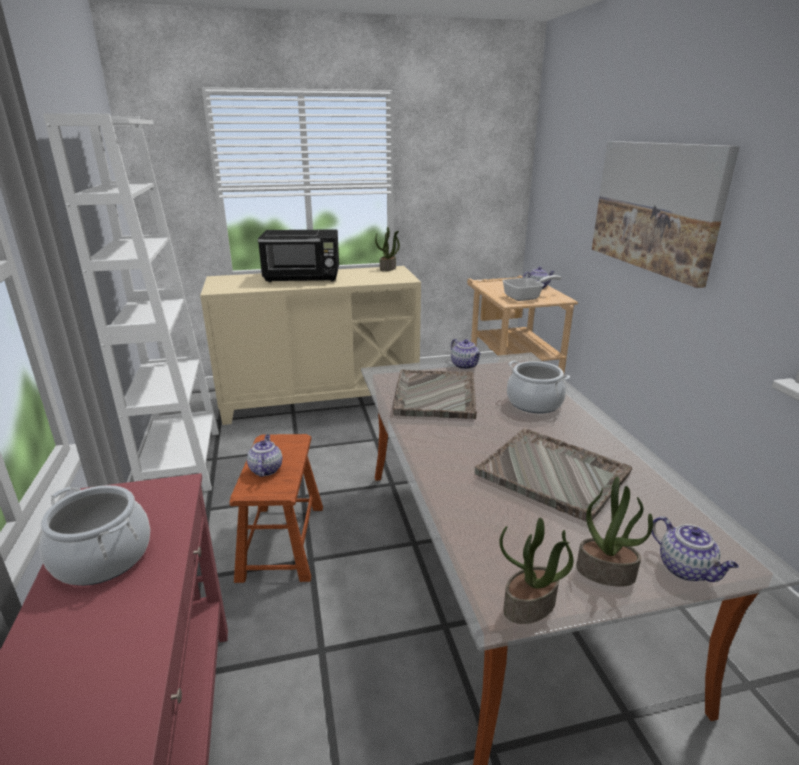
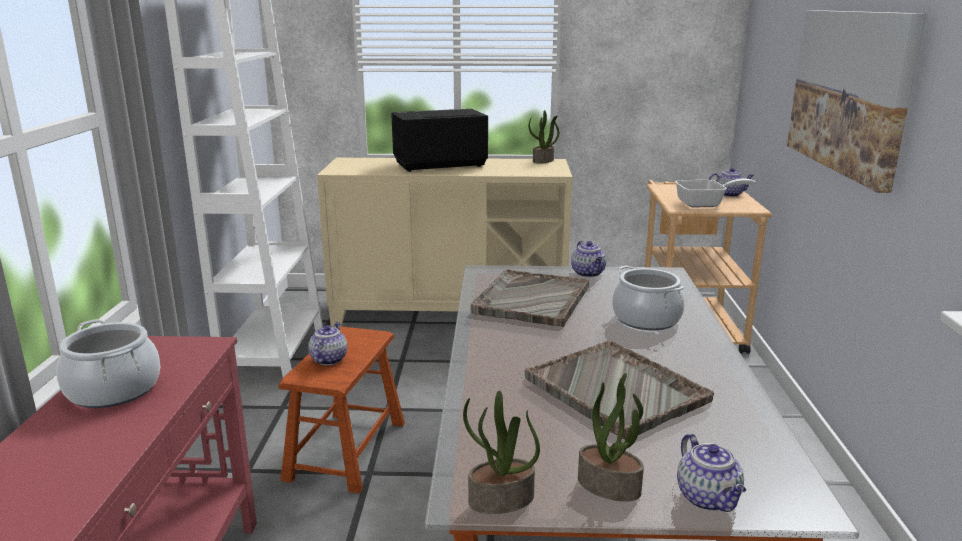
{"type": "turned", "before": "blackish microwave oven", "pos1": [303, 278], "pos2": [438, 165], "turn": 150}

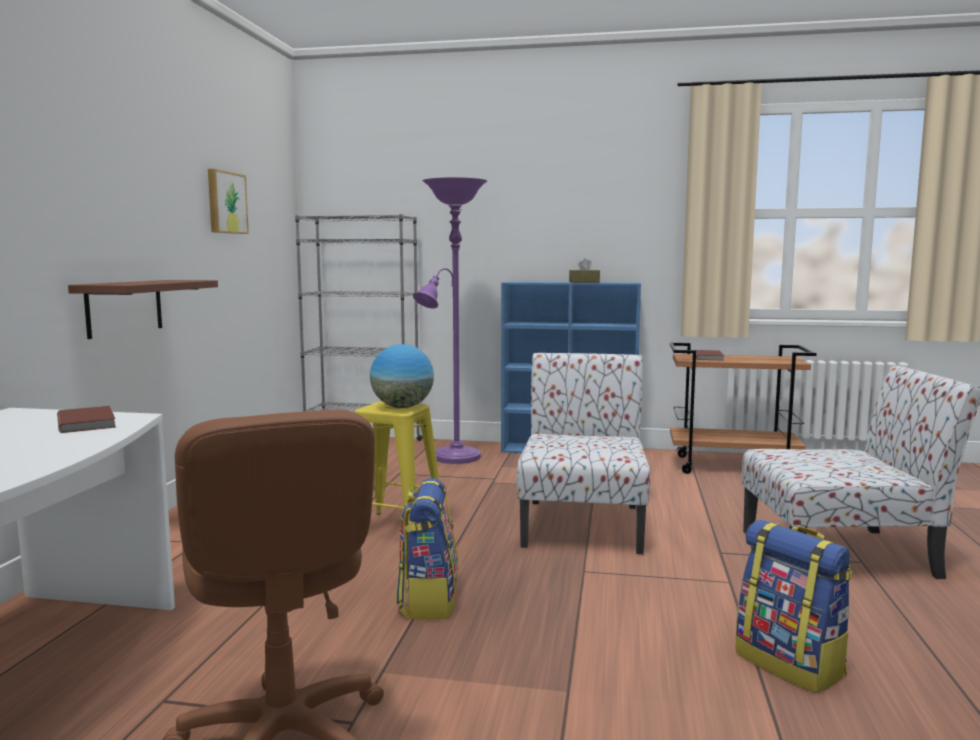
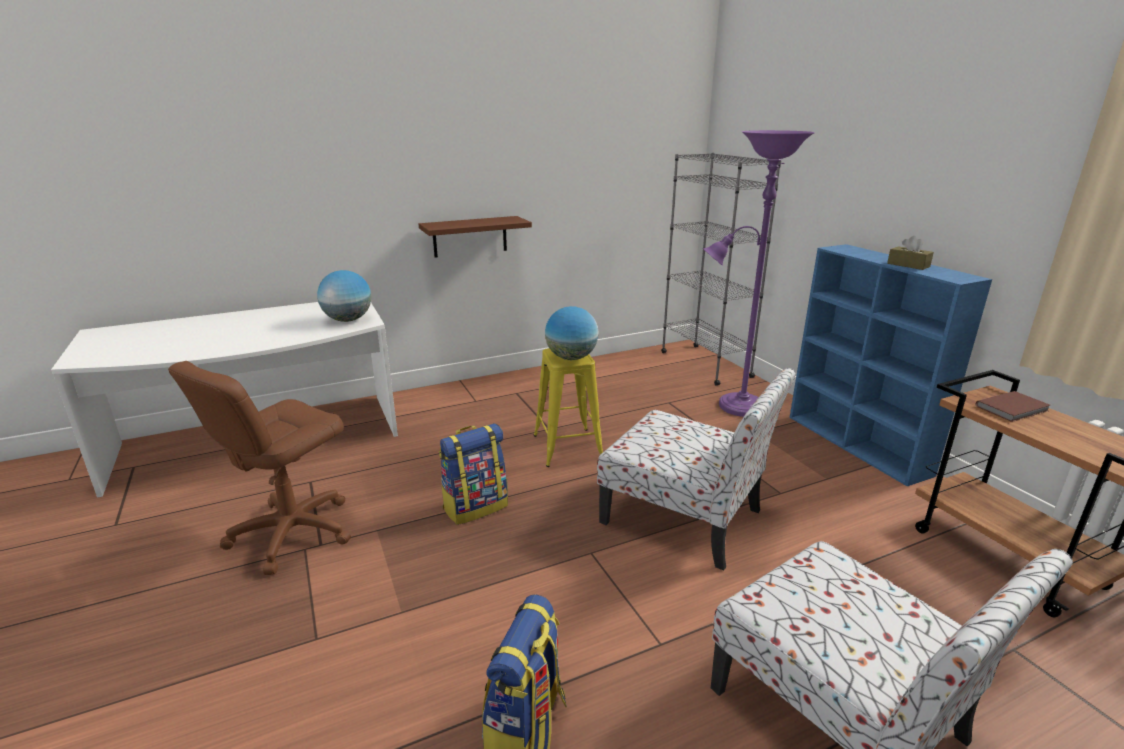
{"type": "removed", "before": "picture", "pos1": [225, 202]}
{"type": "turned", "before": "chair", "pos1": [582, 524], "pos2": [685, 518], "turn": 60}
{"type": "replaced", "before": "brownish volume", "after": "desk globe", "pos1": [88, 422], "pos2": [348, 320]}

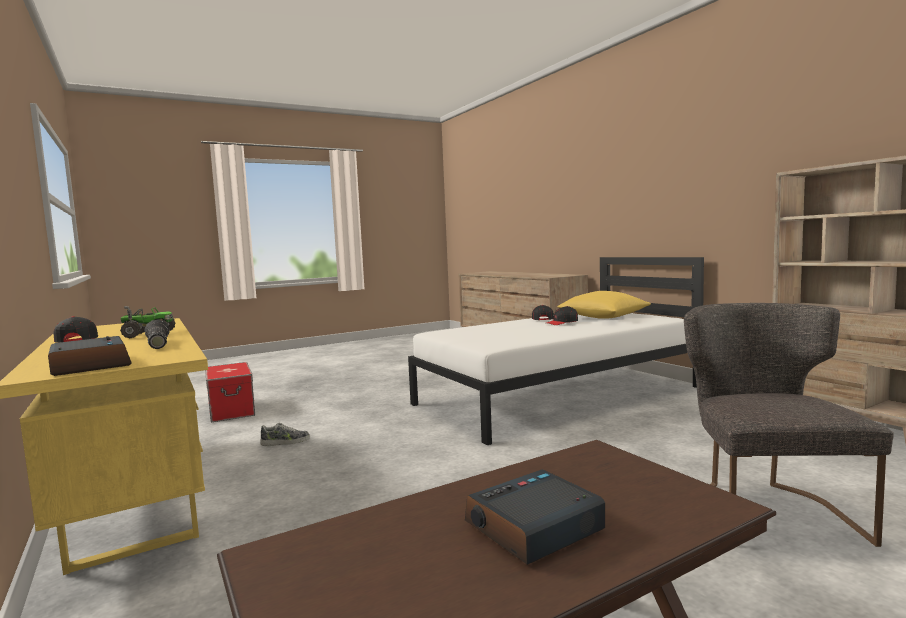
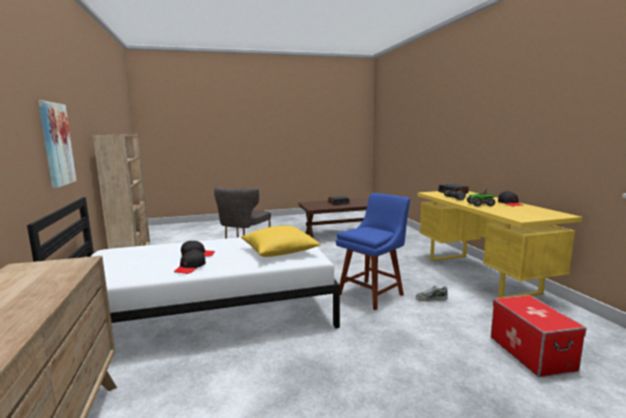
{"type": "moved", "before": "yellow throw pillow", "pos1": [603, 317], "pos2": [279, 252]}
{"type": "added", "after": "picture", "pos2": [56, 144]}
{"type": "added", "after": "blue chair", "pos2": [372, 293]}

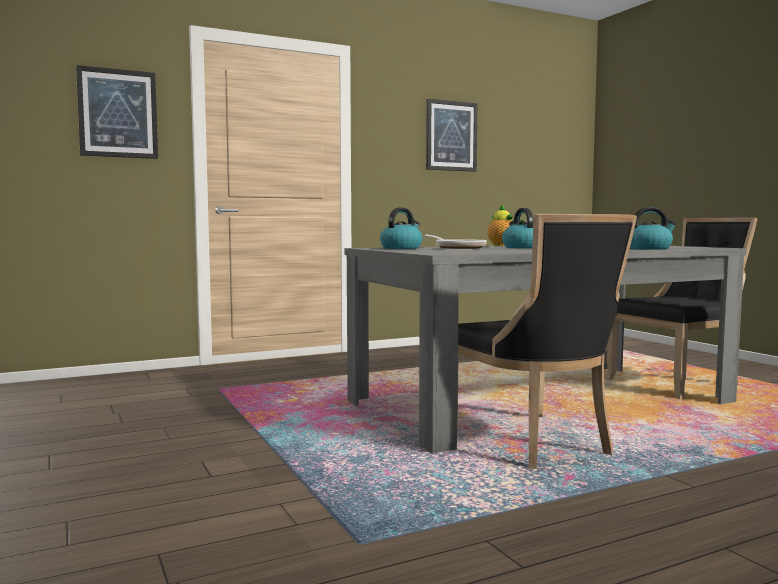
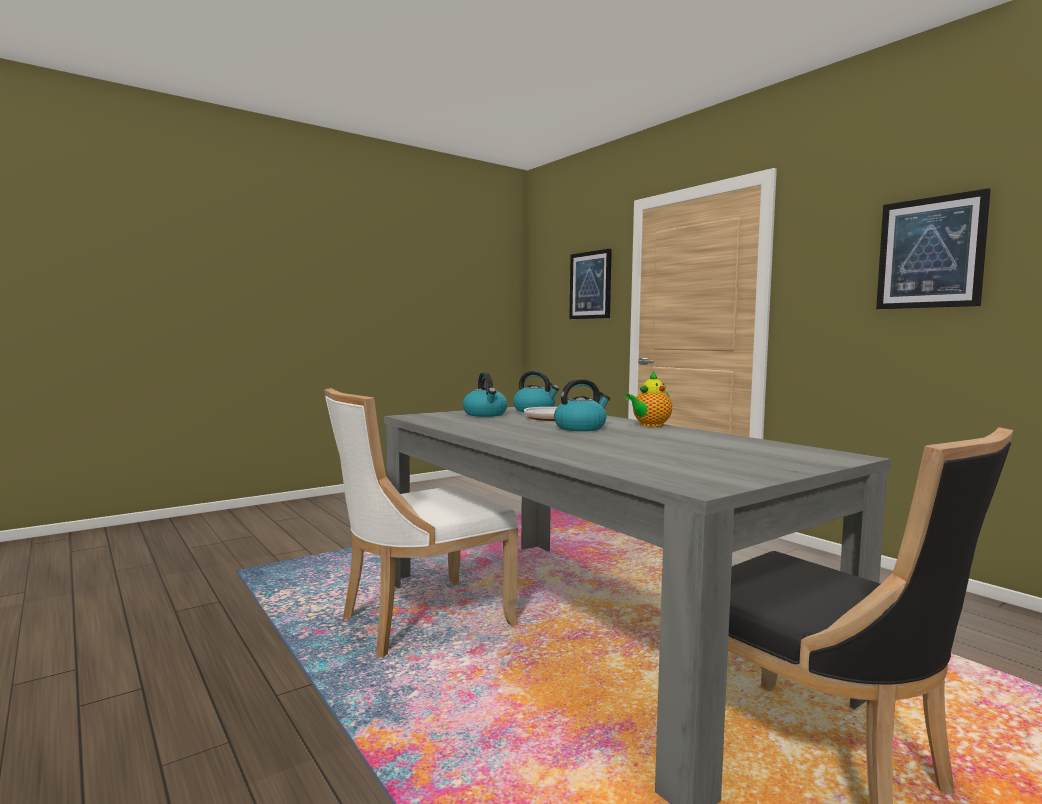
{"type": "moved", "before": "kettle", "pos1": [649, 248], "pos2": [485, 414]}
{"type": "recoloured", "before": "blackish chair", "after": "whitish chair", "pos1": [533, 443], "pos2": [419, 620]}

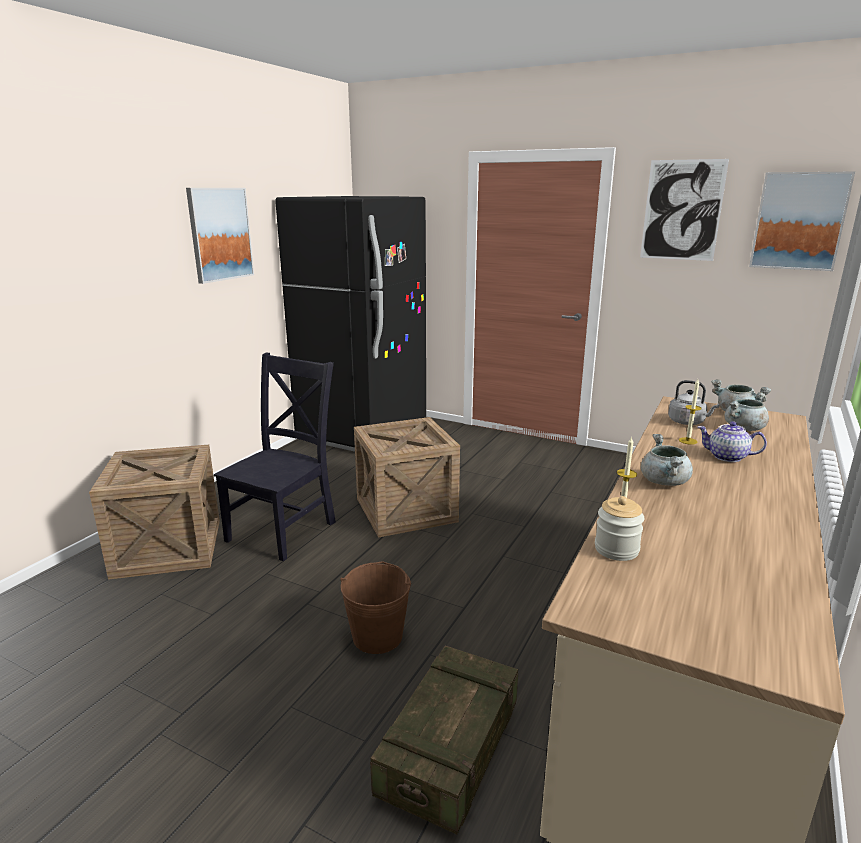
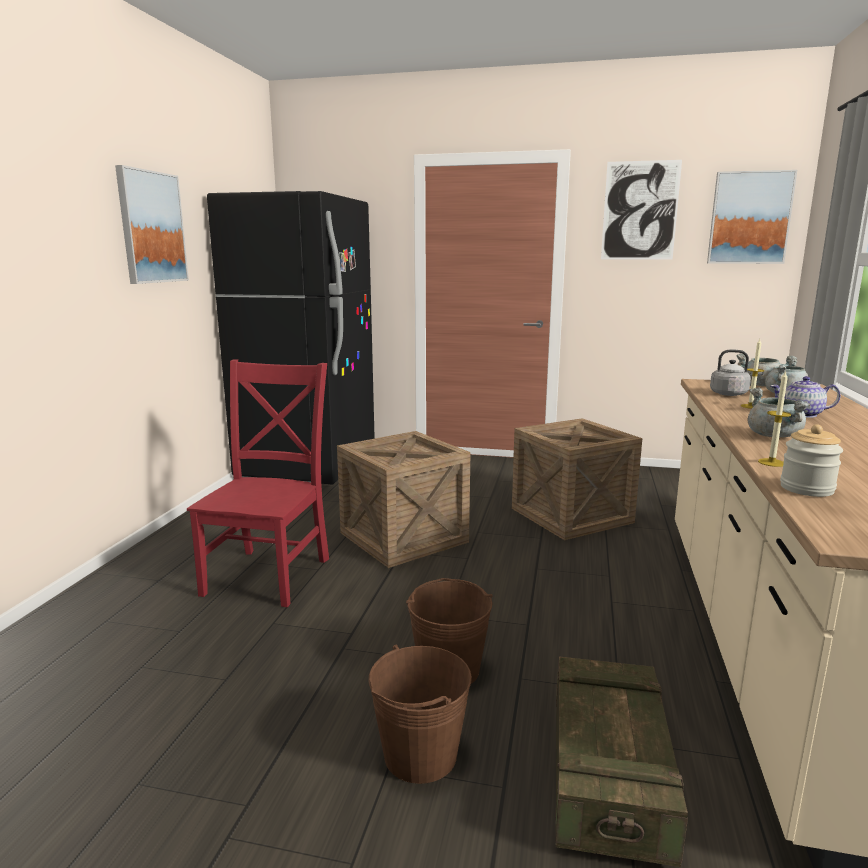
{"type": "recoloured", "before": "blackish chair", "after": "red chair", "pos1": [285, 529], "pos2": [270, 573]}
{"type": "moved", "before": "crate", "pos1": [168, 547], "pos2": [571, 515]}
{"type": "added", "after": "brownish water bucket", "pos2": [420, 755]}

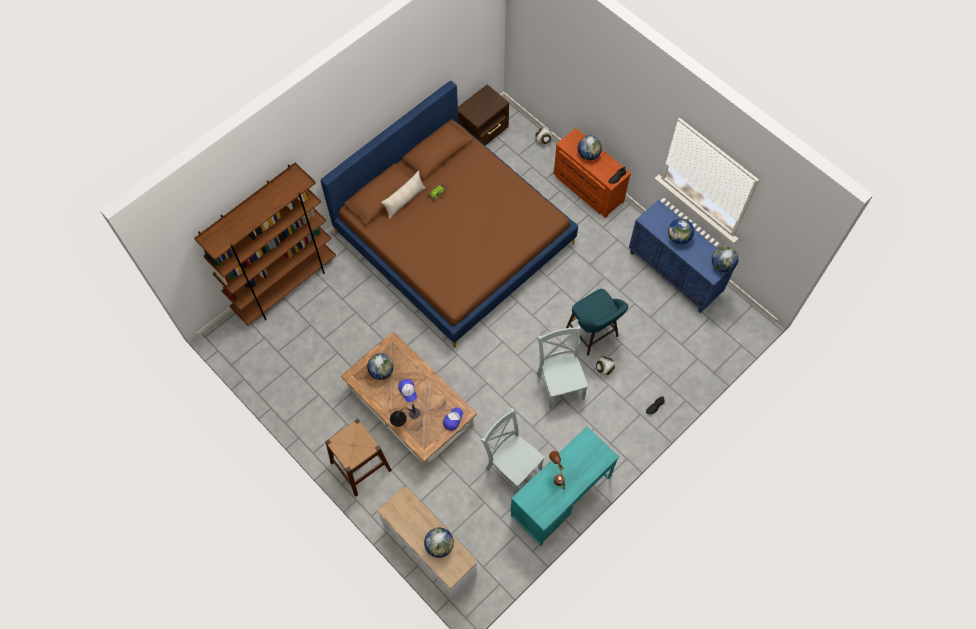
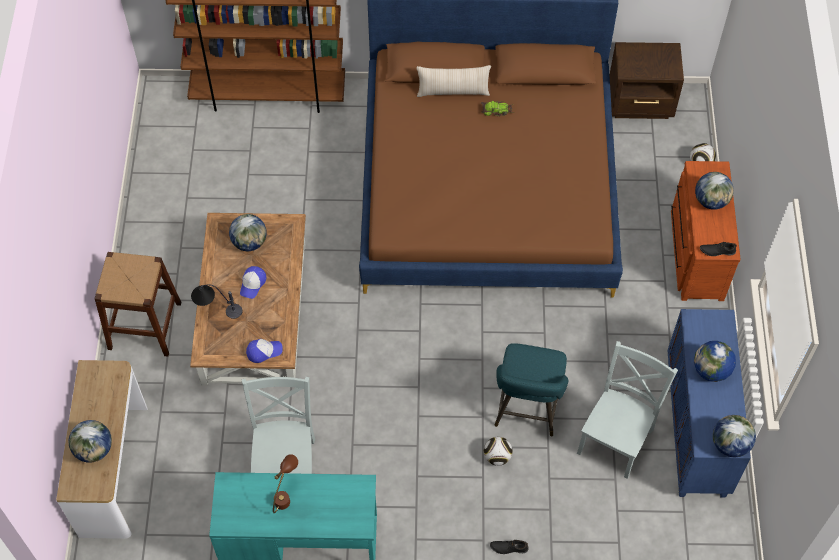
{"type": "moved", "before": "gray chair", "pos1": [560, 383], "pos2": [617, 438]}

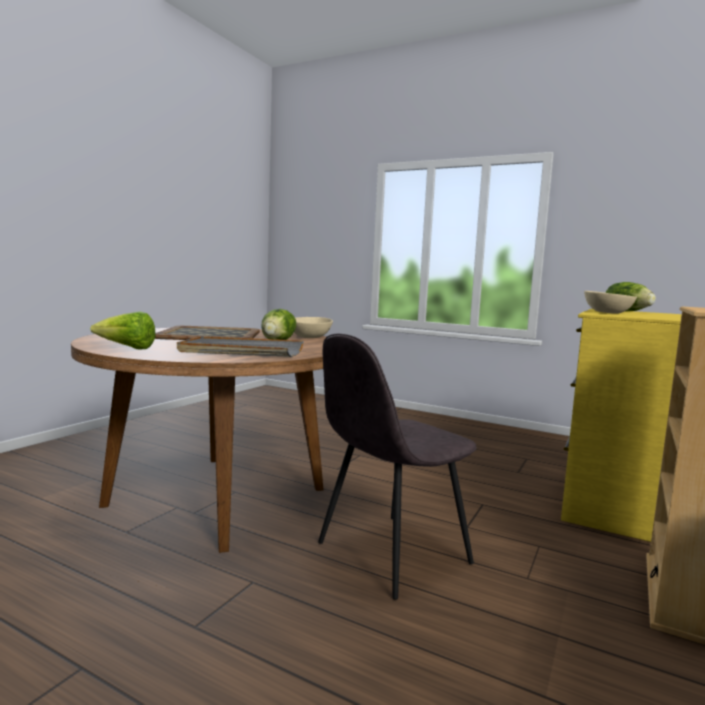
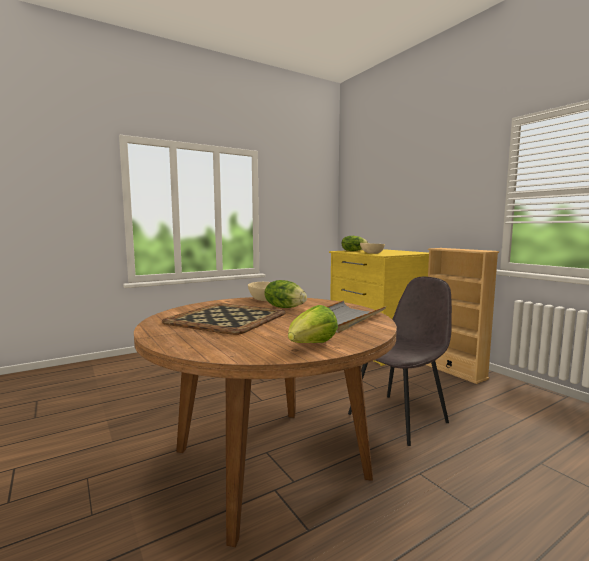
{"type": "turned", "before": "gray chair", "pos1": [390, 554], "pos2": [399, 417], "turn": -120}

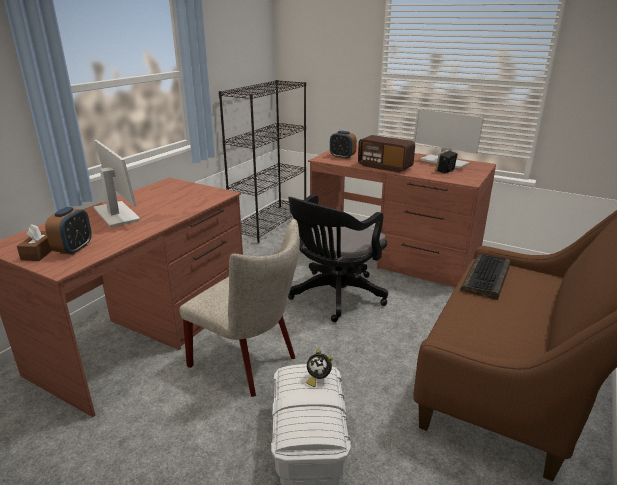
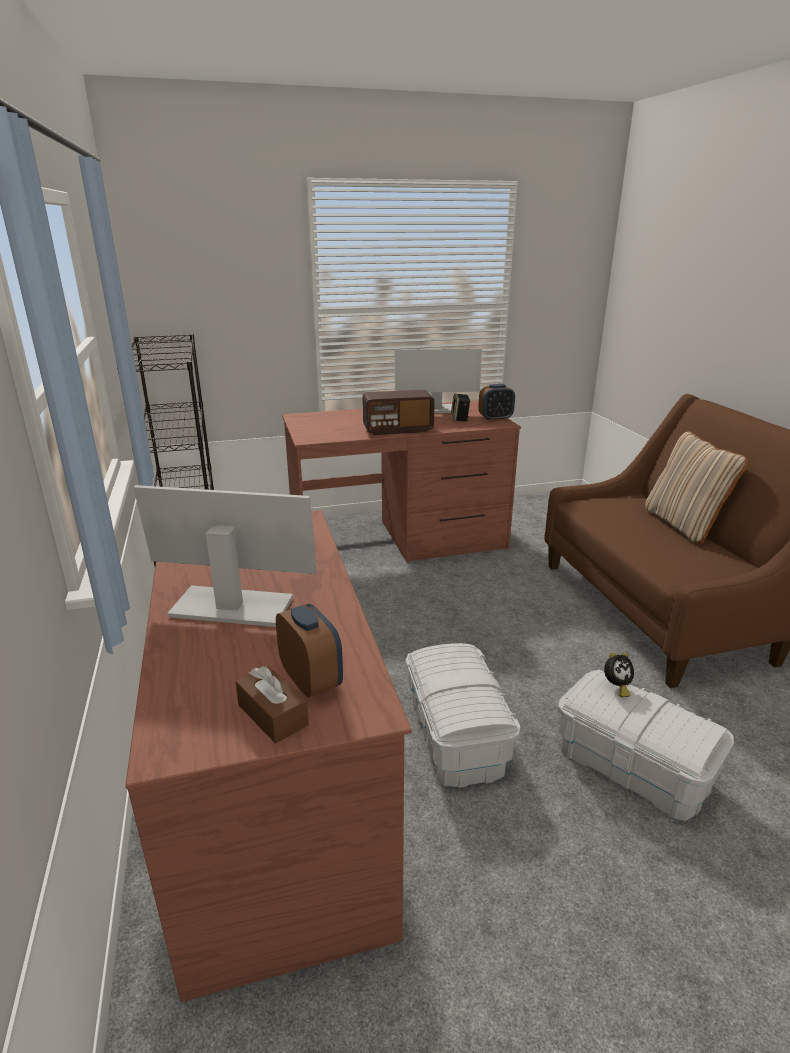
{"type": "moved", "before": "alarm clock", "pos1": [342, 157], "pos2": [495, 418]}
{"type": "removed", "before": "blackish desk chair", "pos1": [334, 296]}
{"type": "replaced", "before": "sand-coloured chair", "after": "whitish storage container", "pos1": [249, 363], "pos2": [457, 735]}
{"type": "removed", "before": "keyboard", "pos1": [487, 277]}
{"type": "added", "after": "sand-coloured throw pillow", "pos2": [683, 524]}

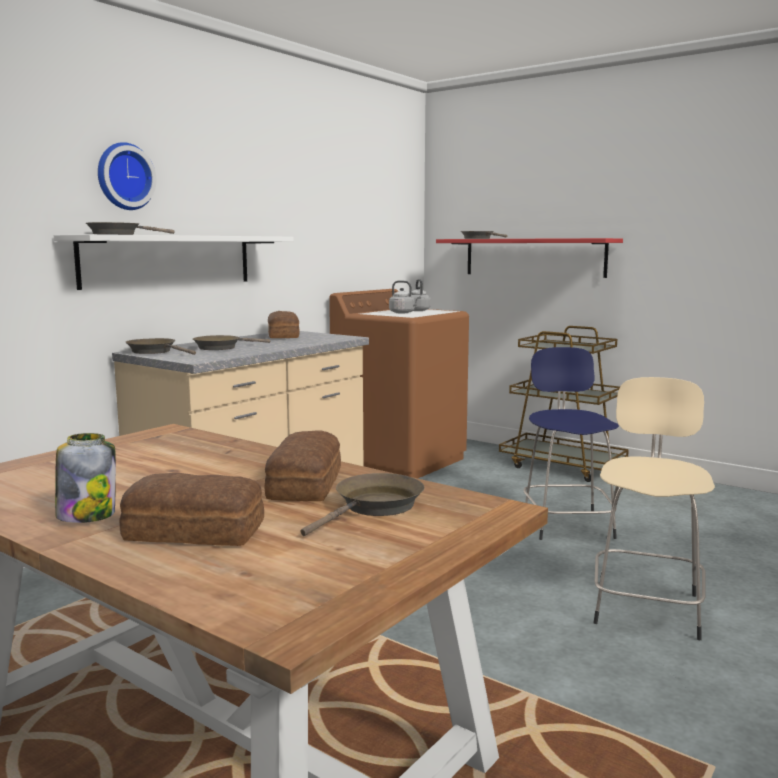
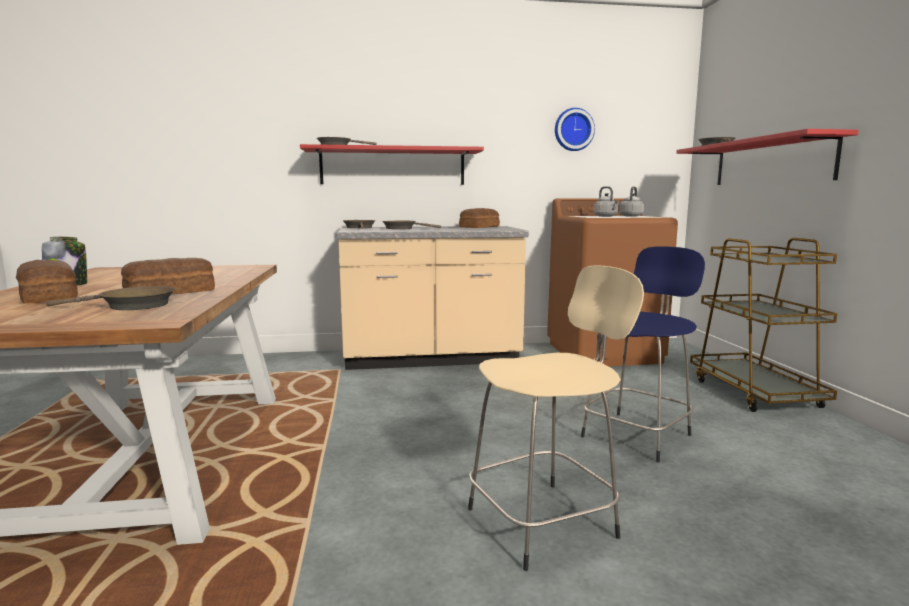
{"type": "moved", "before": "hanging clock", "pos1": [123, 177], "pos2": [573, 130]}
{"type": "recoloured", "before": "whitish bracket shelf", "after": "red bracket shelf", "pos1": [169, 260], "pos2": [393, 166]}

